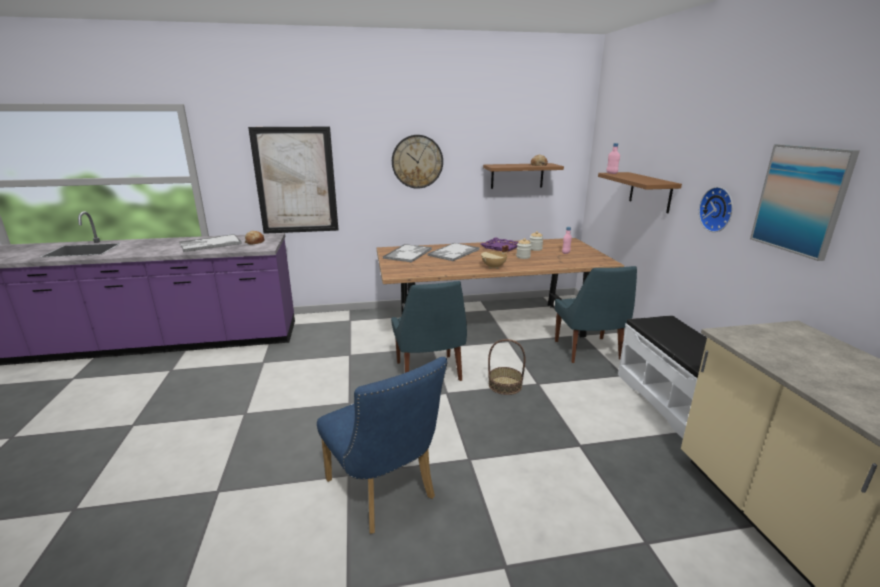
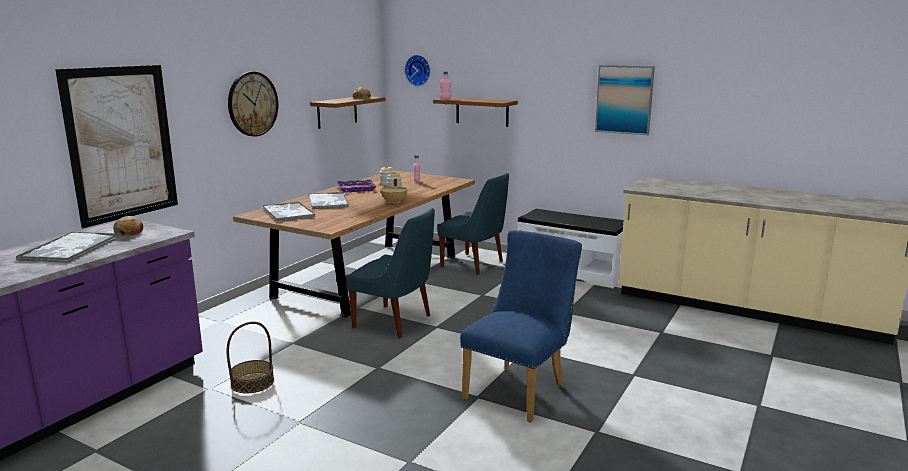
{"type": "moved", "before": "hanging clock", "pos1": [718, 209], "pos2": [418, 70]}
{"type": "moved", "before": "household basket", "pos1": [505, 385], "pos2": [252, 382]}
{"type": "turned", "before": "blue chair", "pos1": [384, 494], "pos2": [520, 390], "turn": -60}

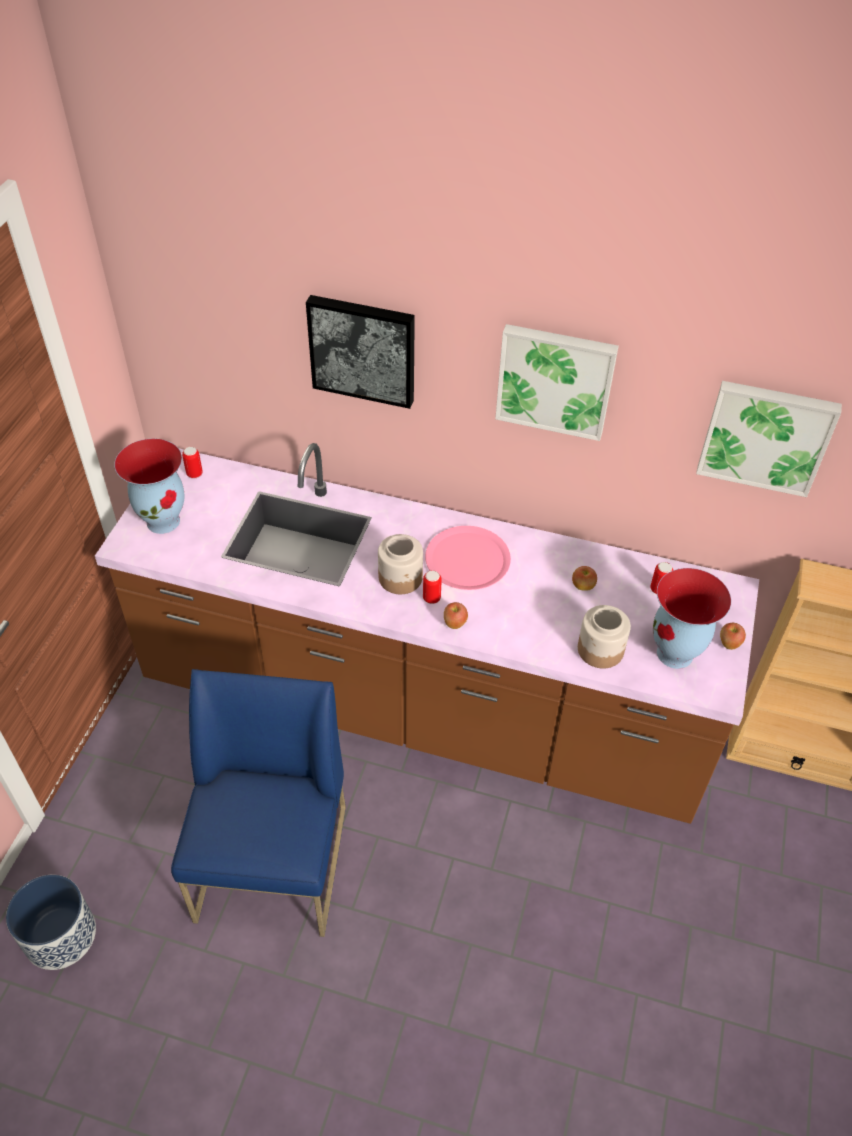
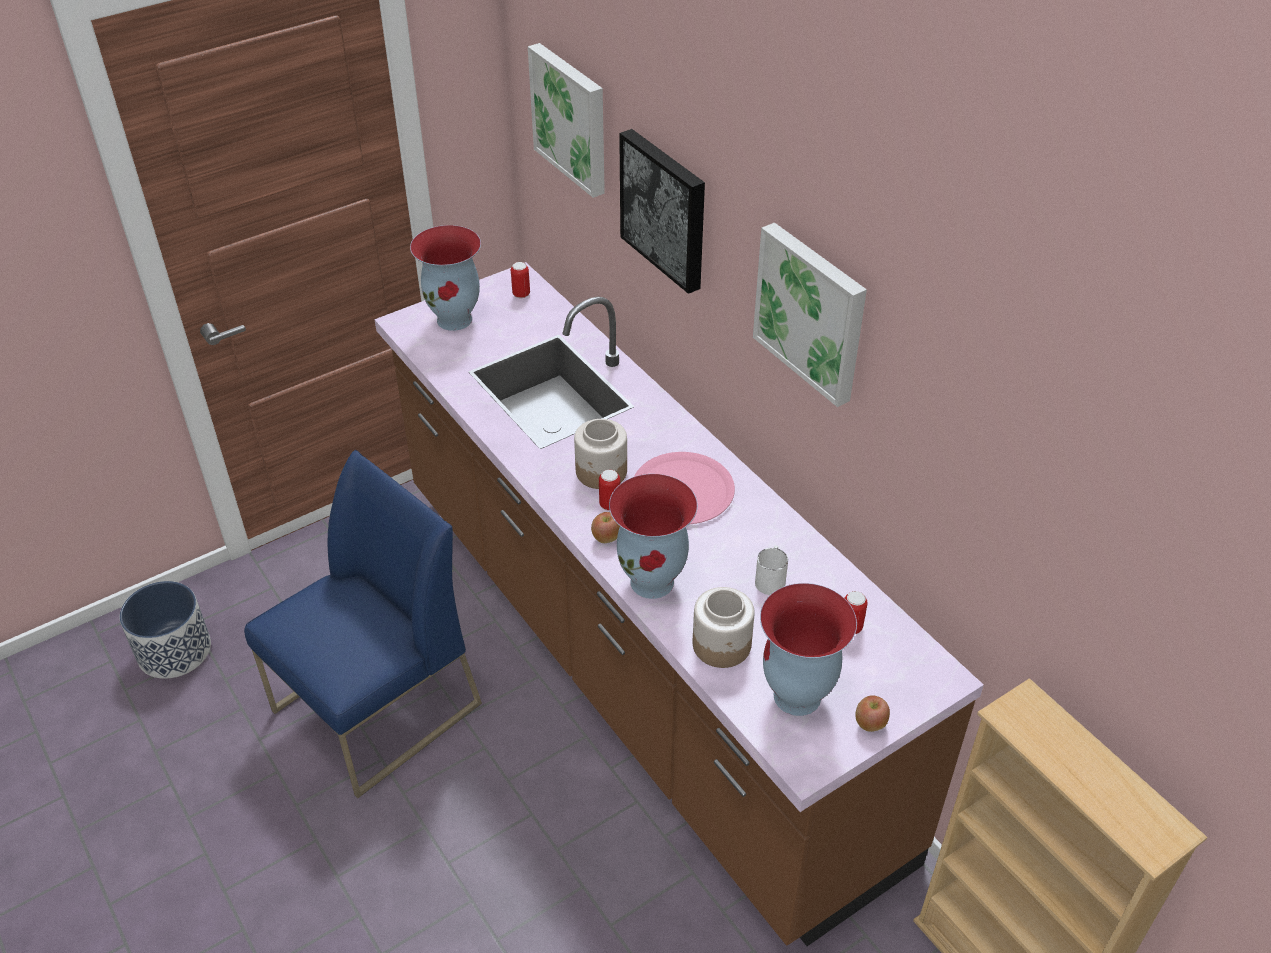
{"type": "moved", "before": "picture", "pos1": [766, 436], "pos2": [572, 118]}
{"type": "replaced", "before": "apple", "after": "whitish mug", "pos1": [583, 586], "pos2": [771, 578]}
{"type": "added", "after": "vase", "pos2": [653, 581]}

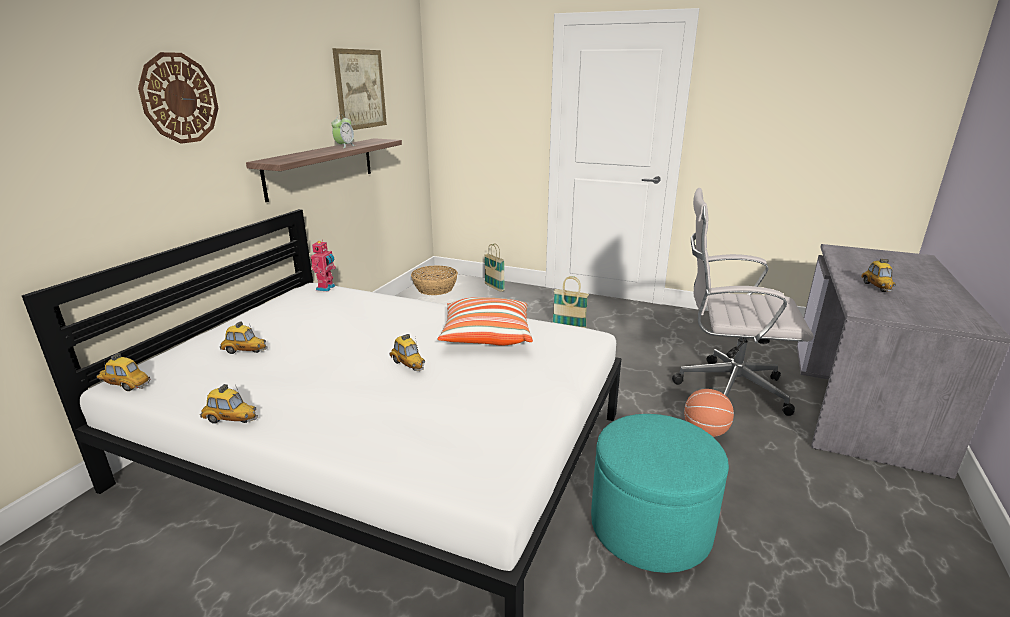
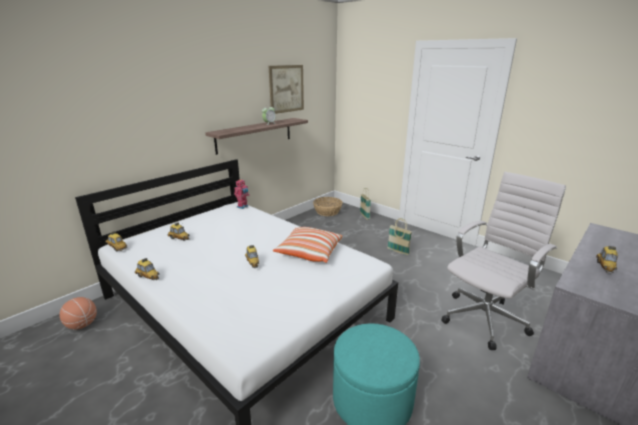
{"type": "removed", "before": "hanging clock", "pos1": [179, 98]}
{"type": "turned", "before": "whitish desk chair", "pos1": [726, 389], "pos2": [486, 318], "turn": 105}
{"type": "moved", "before": "ball for basketball", "pos1": [704, 431], "pos2": [82, 325]}

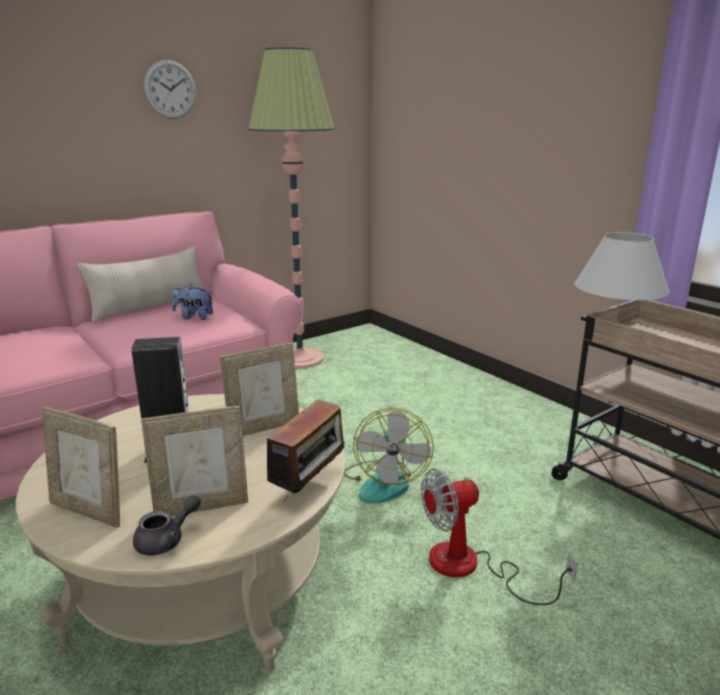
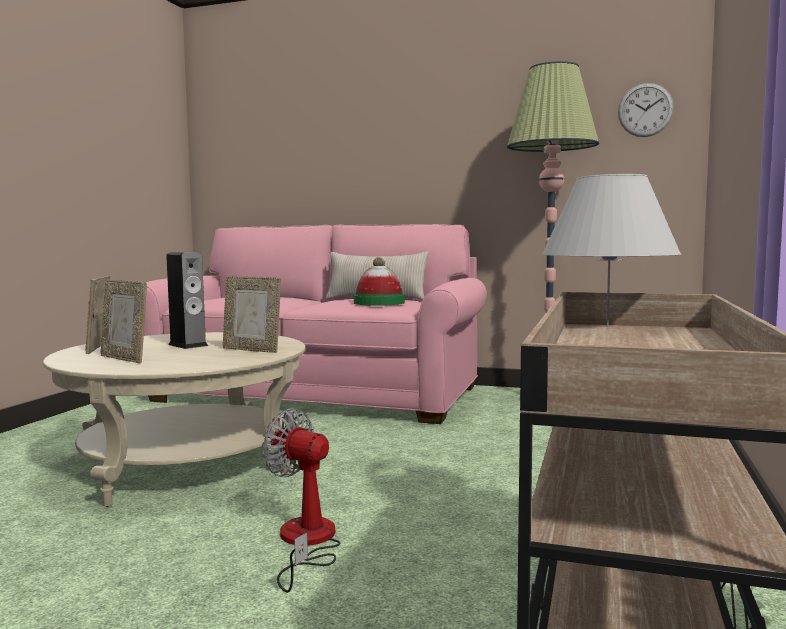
{"type": "moved", "before": "hanging clock", "pos1": [170, 89], "pos2": [645, 110]}
{"type": "replaced", "before": "cuddly toy", "after": "hat", "pos1": [194, 317], "pos2": [379, 303]}
{"type": "removed", "before": "radio set", "pos1": [310, 487]}
{"type": "removed", "before": "electric fan", "pos1": [384, 482]}
{"type": "removed", "before": "gray teapot", "pos1": [167, 540]}

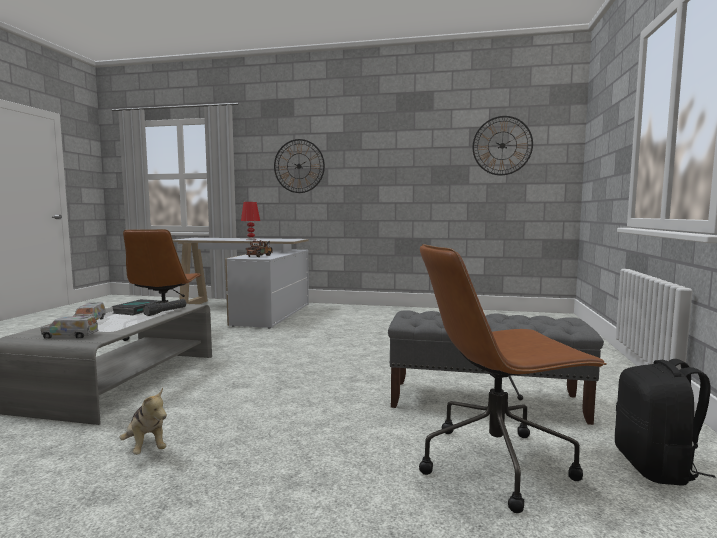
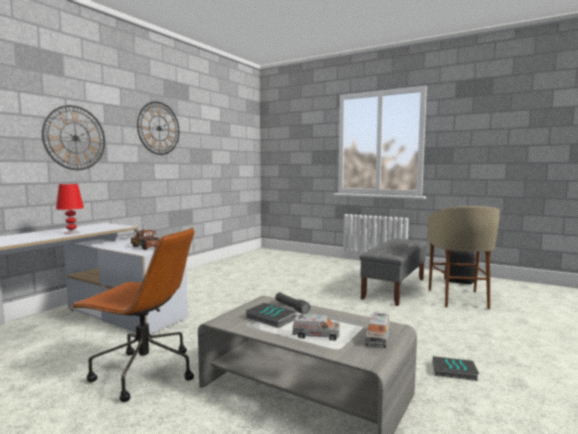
{"type": "moved", "before": "hanging clock", "pos1": [502, 145], "pos2": [159, 128]}
{"type": "replaced", "before": "brownish desk chair", "after": "sand-coloured sitting stool", "pos1": [497, 462], "pos2": [459, 299]}
{"type": "replaced", "before": "cuddly toy", "after": "volume", "pos1": [146, 447], "pos2": [453, 372]}

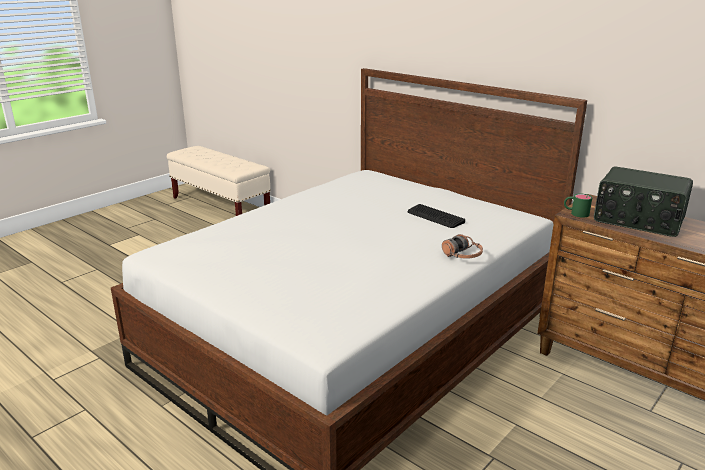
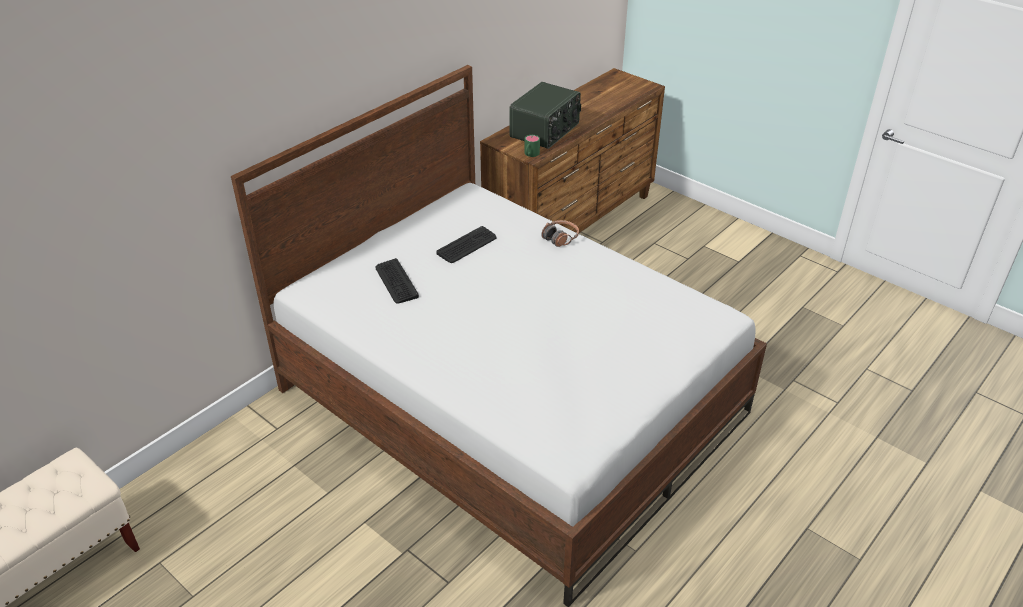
{"type": "added", "after": "keyboard", "pos2": [396, 282]}

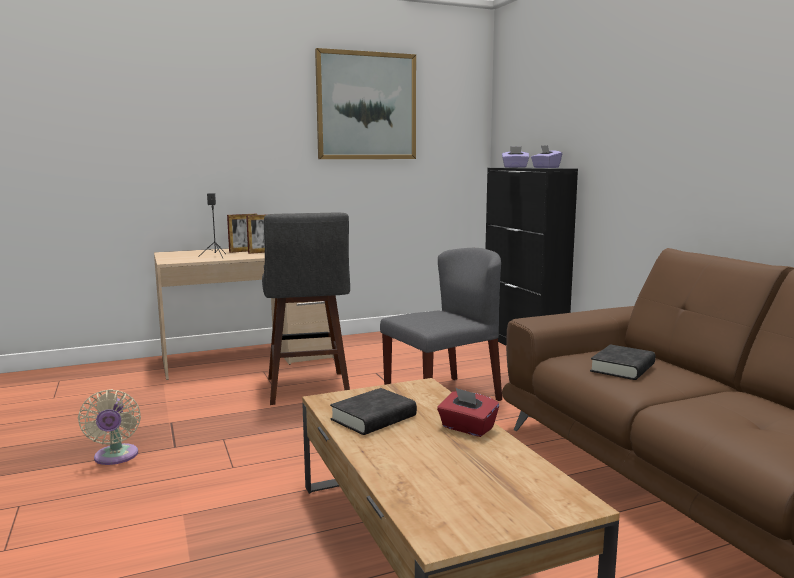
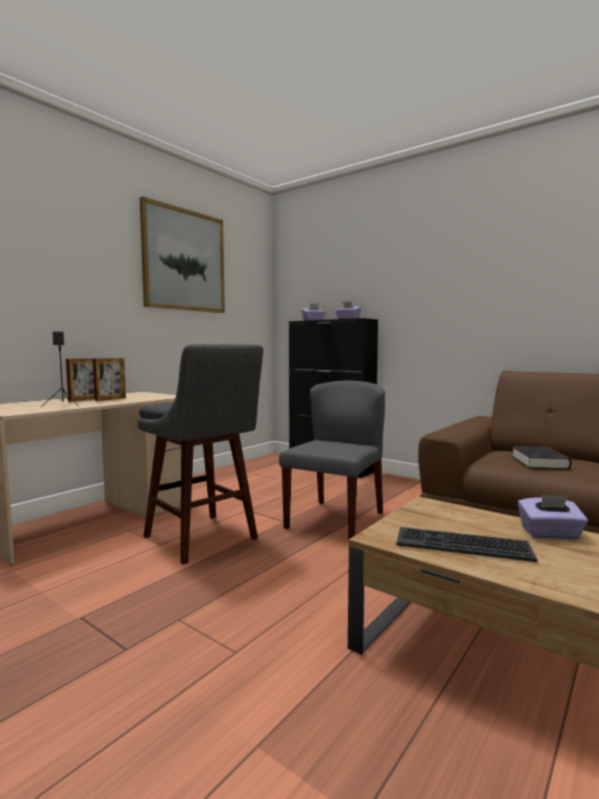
{"type": "replaced", "before": "blackish volume", "after": "keyboard", "pos1": [373, 418], "pos2": [462, 544]}
{"type": "recoloured", "before": "red tissue box", "after": "purple tissue box", "pos1": [467, 428], "pos2": [550, 534]}
{"type": "removed", "before": "sand-coloured electric fan", "pos1": [115, 457]}

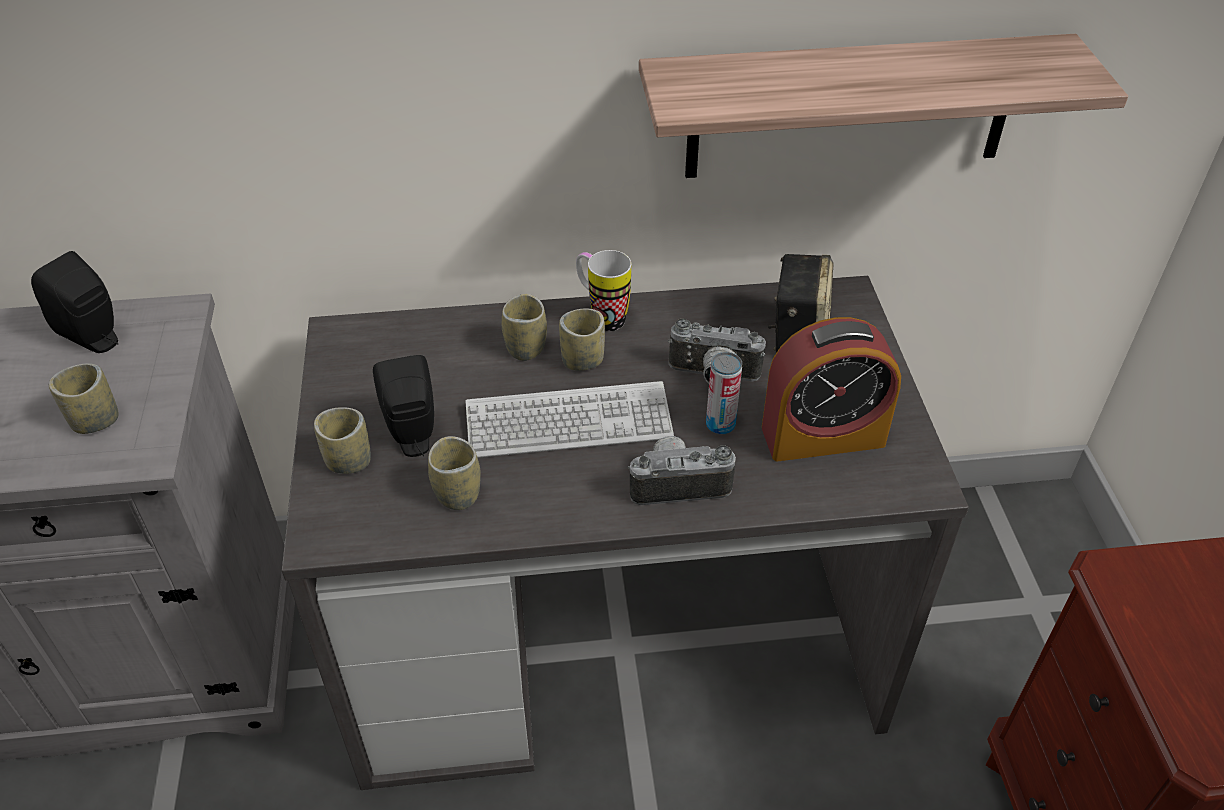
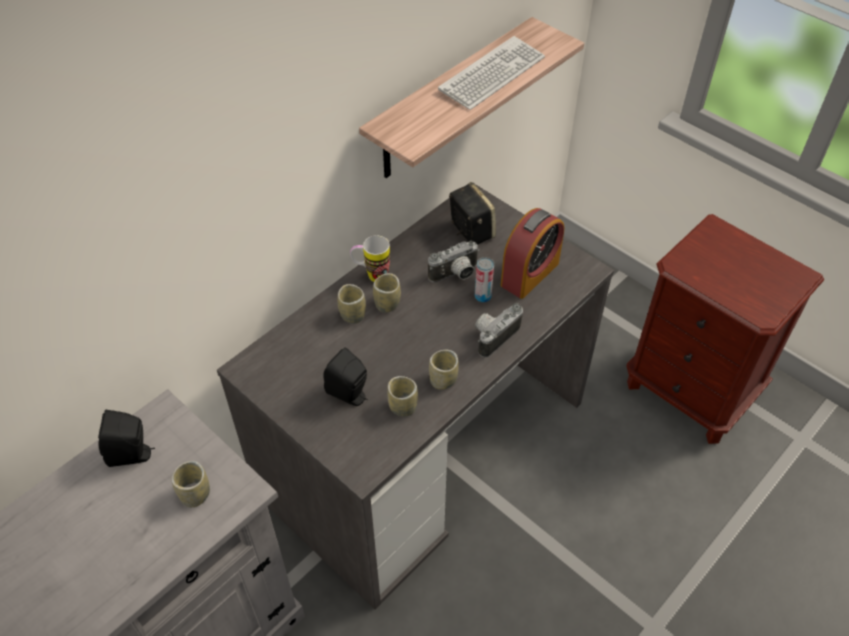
{"type": "moved", "before": "keyboard", "pos1": [568, 423], "pos2": [492, 74]}
{"type": "moved", "before": "cup", "pos1": [348, 461], "pos2": [443, 380]}

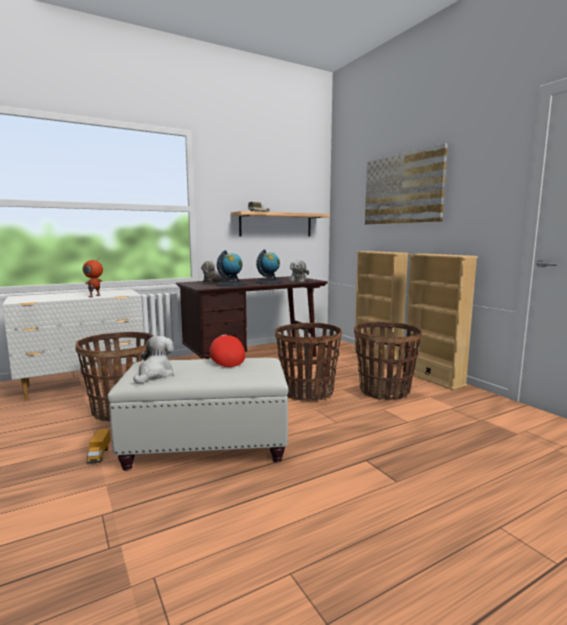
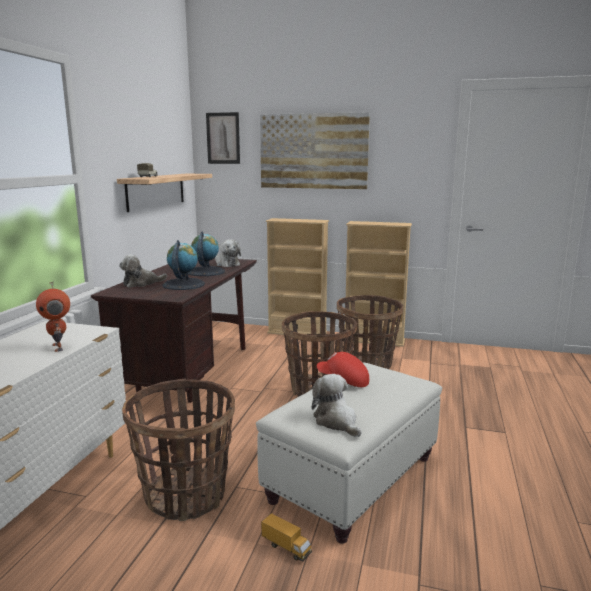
{"type": "added", "after": "picture", "pos2": [223, 138]}

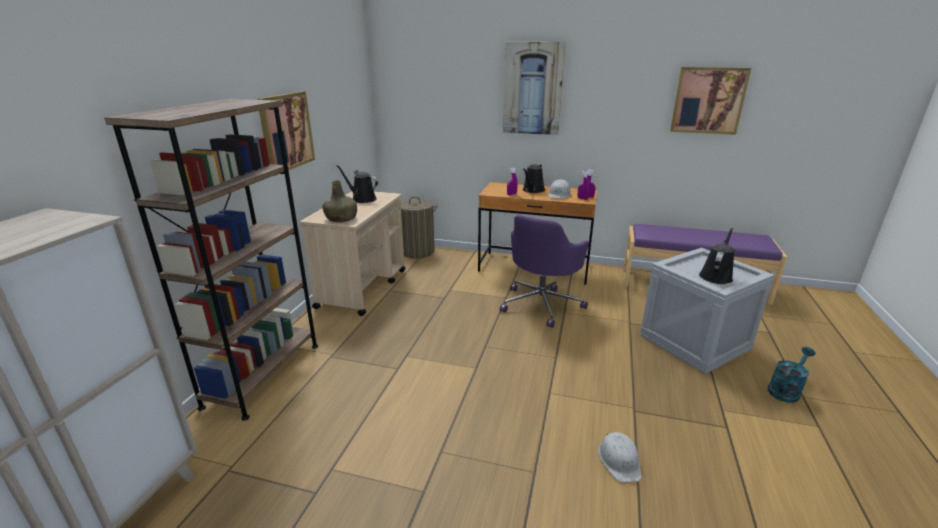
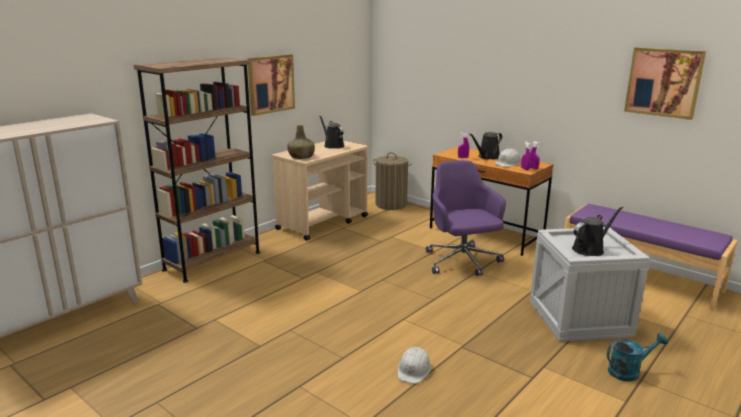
{"type": "removed", "before": "picture", "pos1": [533, 89]}
{"type": "turned", "before": "purple desk chair", "pos1": [542, 304], "pos2": [462, 262], "turn": 105}

